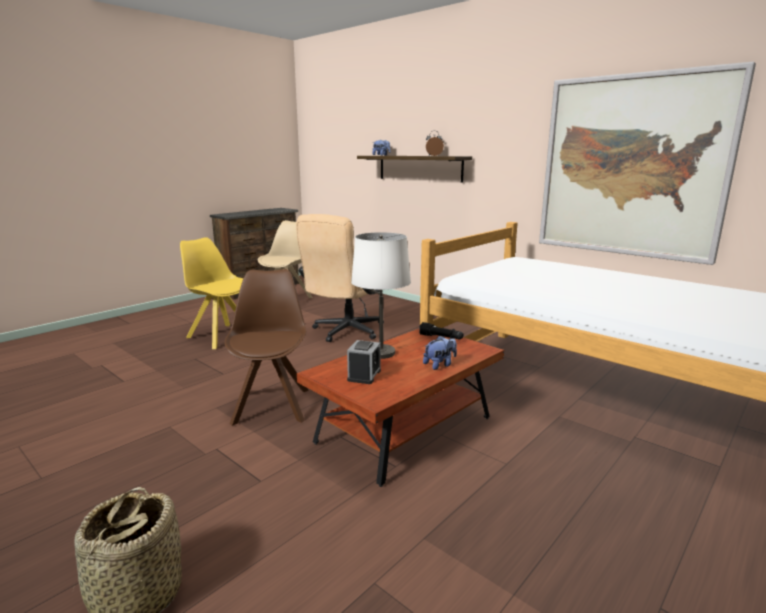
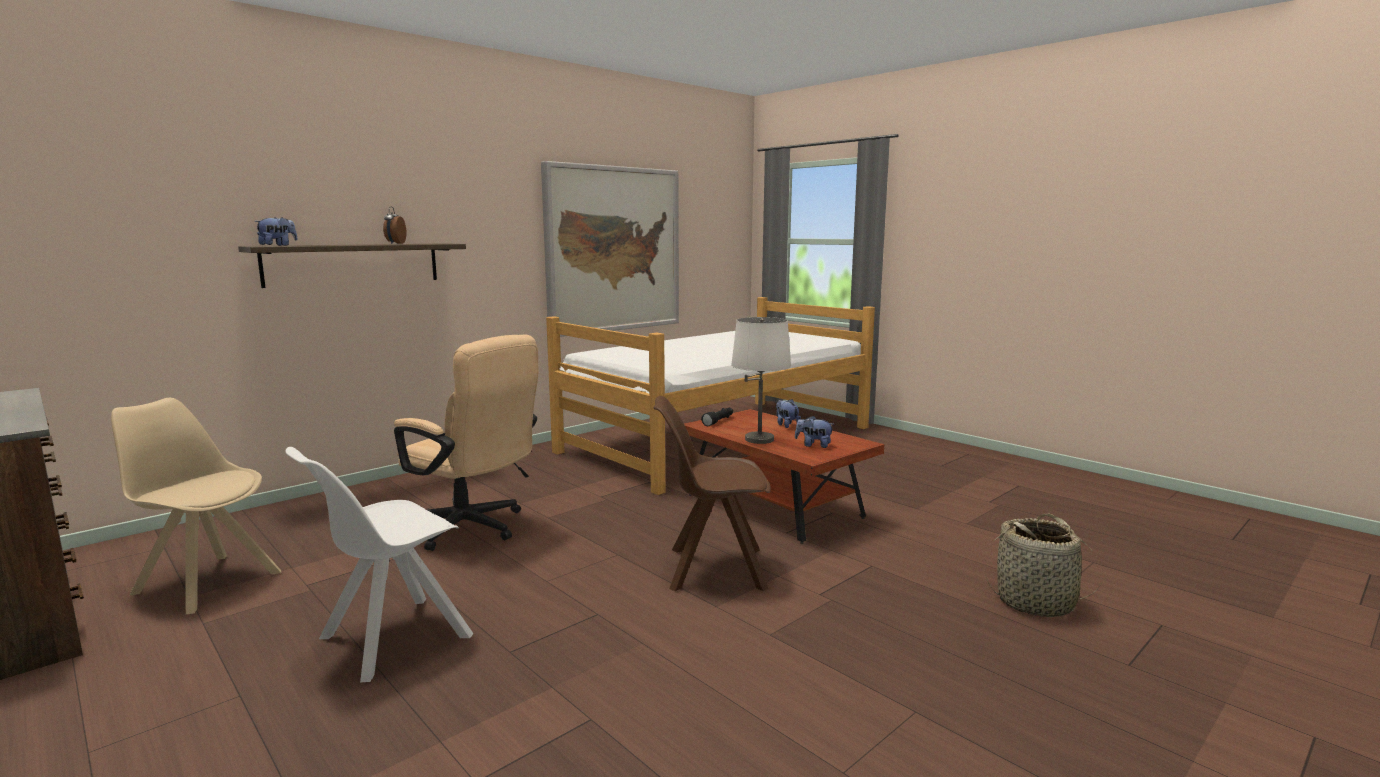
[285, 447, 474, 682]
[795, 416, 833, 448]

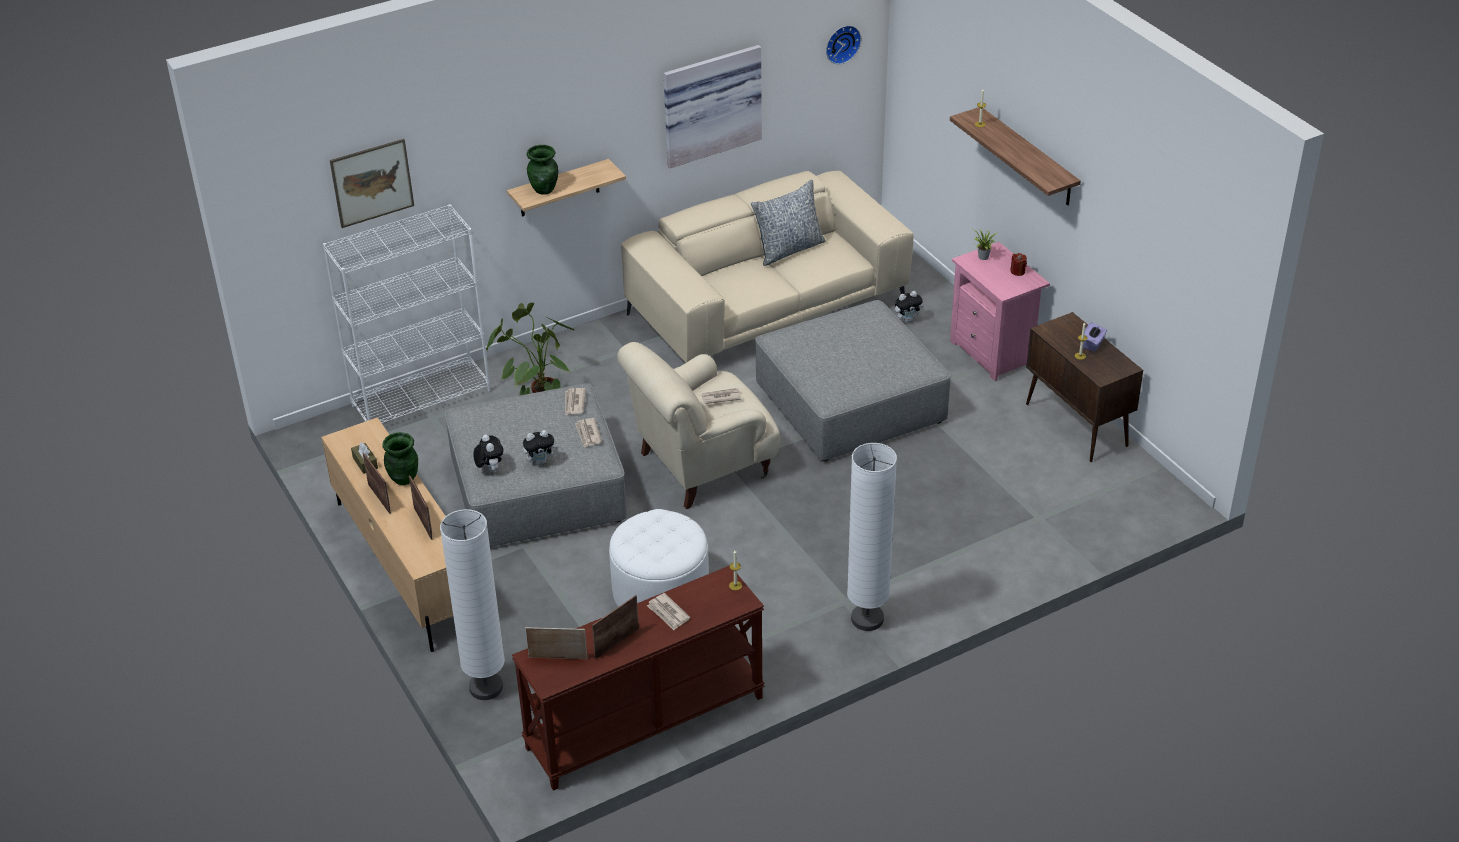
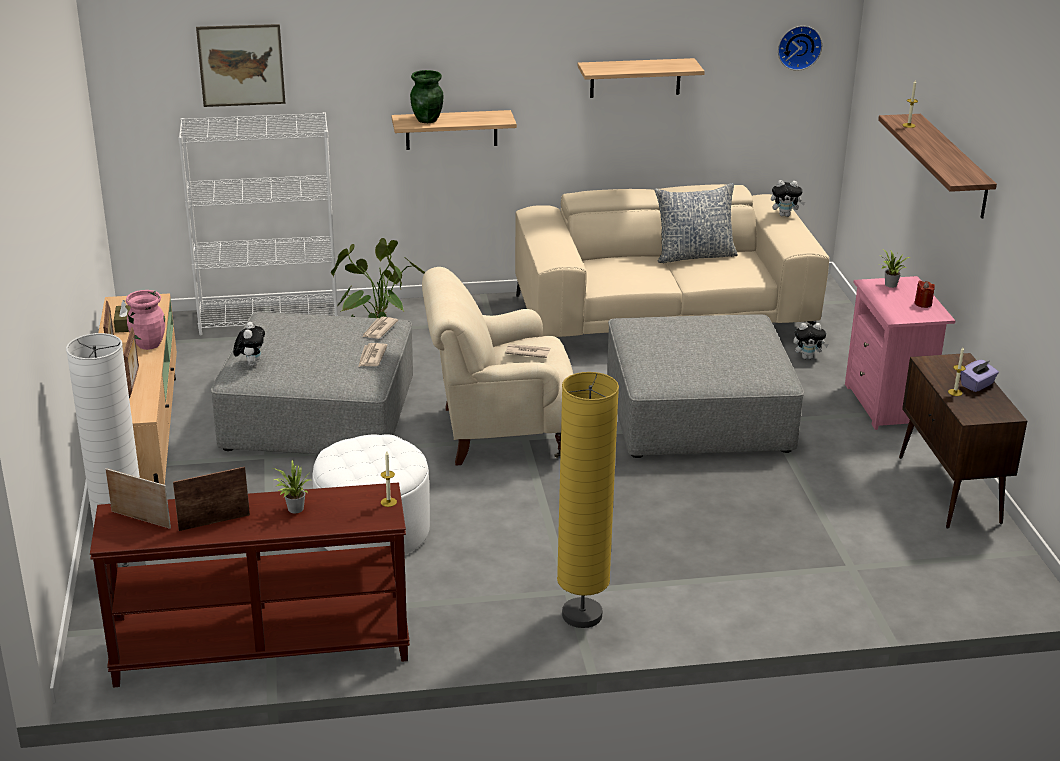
[577, 58, 705, 98]
[771, 180, 805, 217]
[126, 290, 165, 350]
[557, 372, 619, 628]
[273, 460, 310, 513]

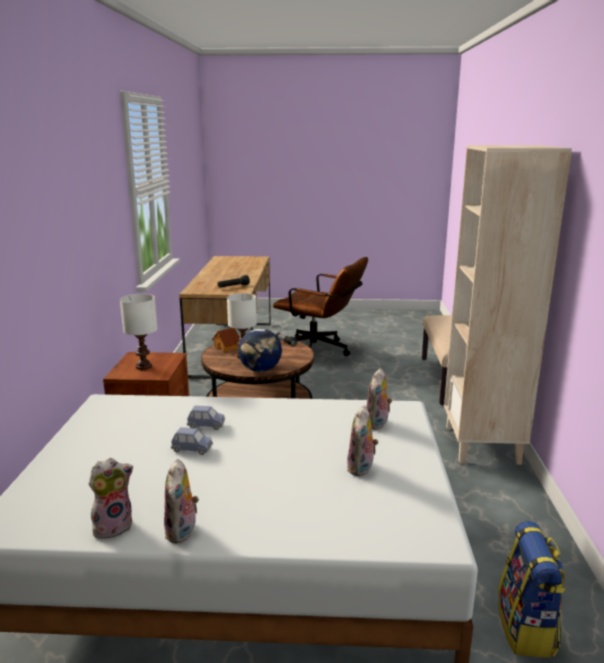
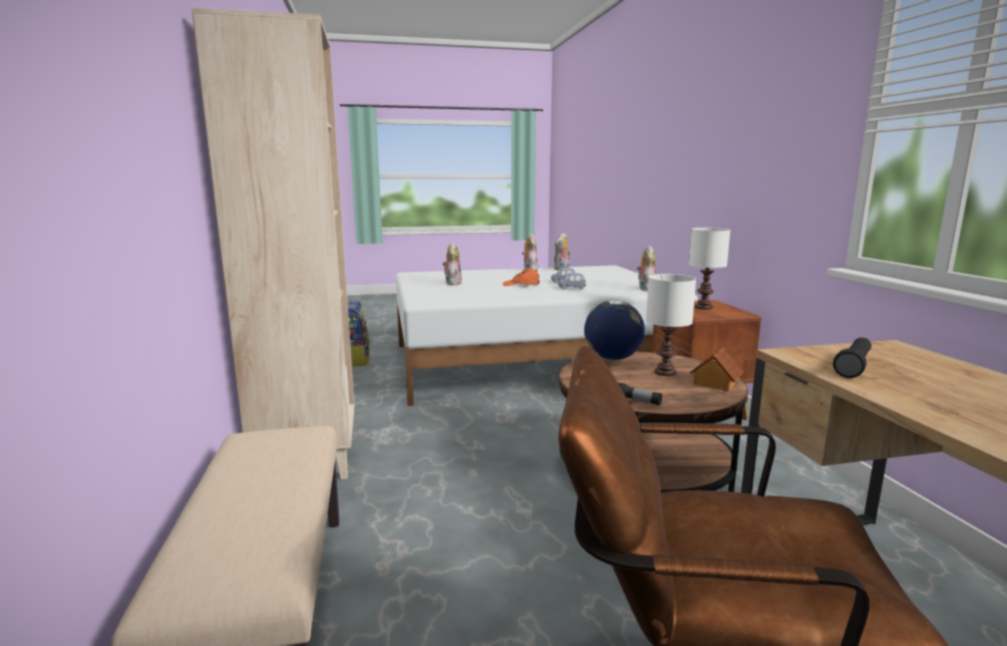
[637, 245, 656, 291]
[503, 268, 540, 286]

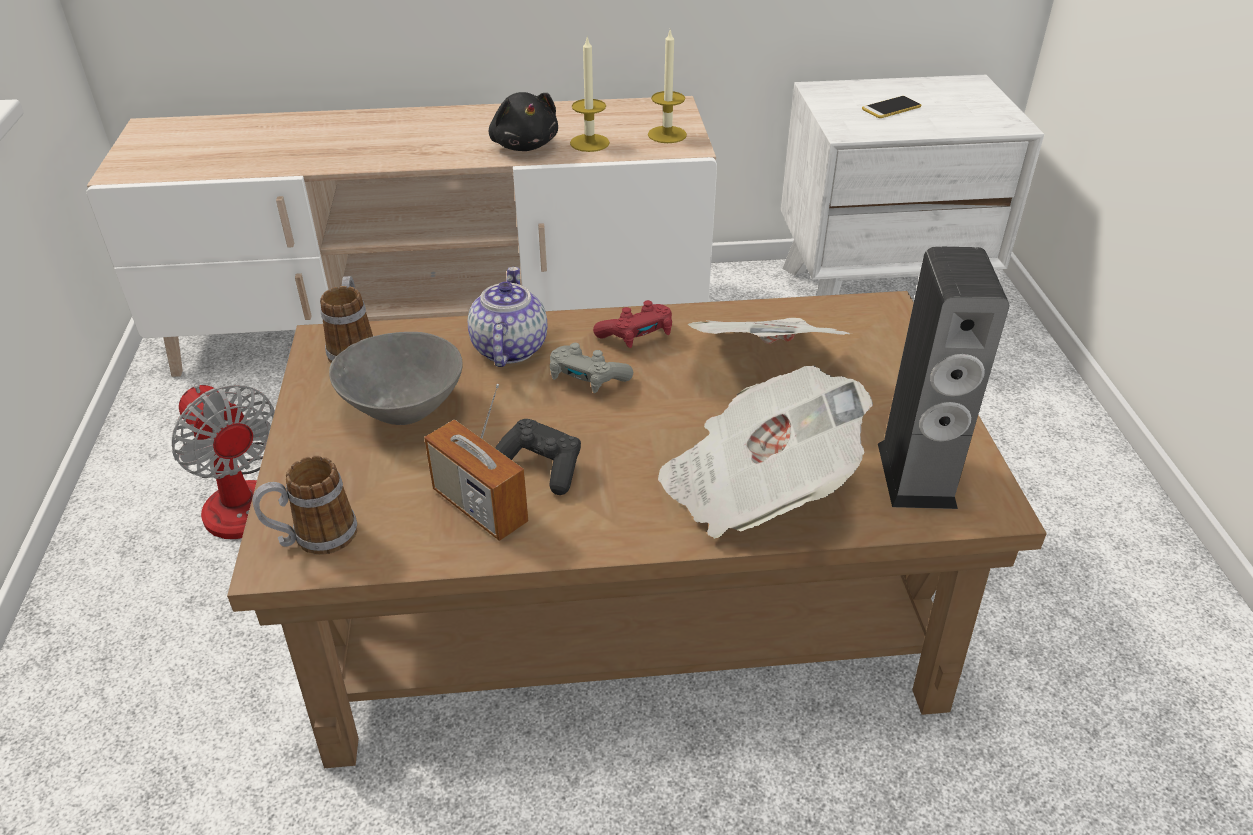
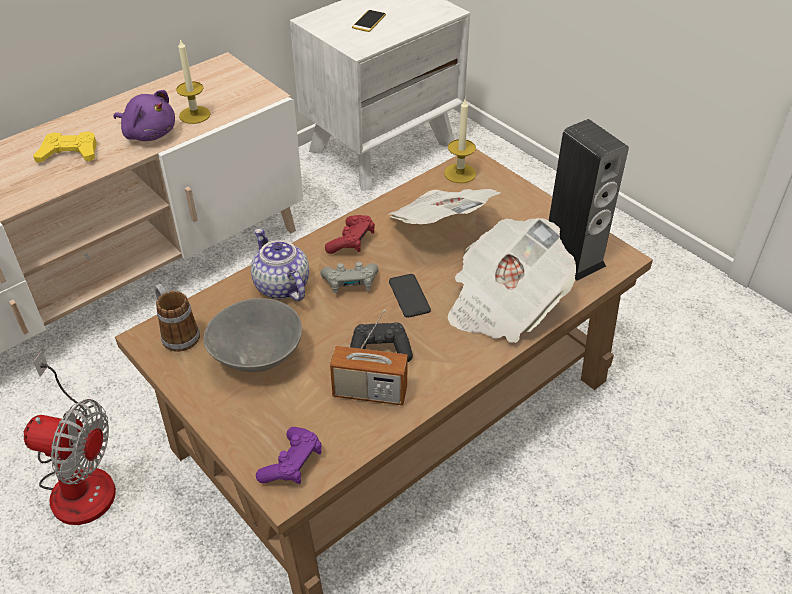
[444, 99, 476, 183]
[114, 90, 175, 141]
[256, 427, 322, 484]
[33, 132, 97, 163]
[389, 274, 431, 318]

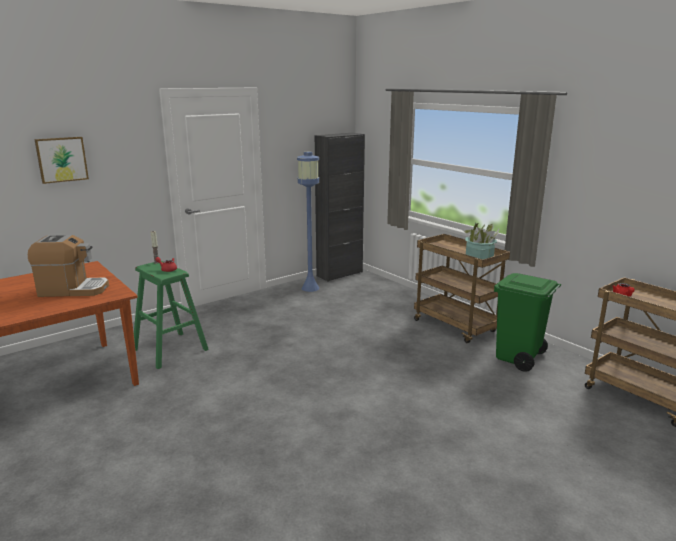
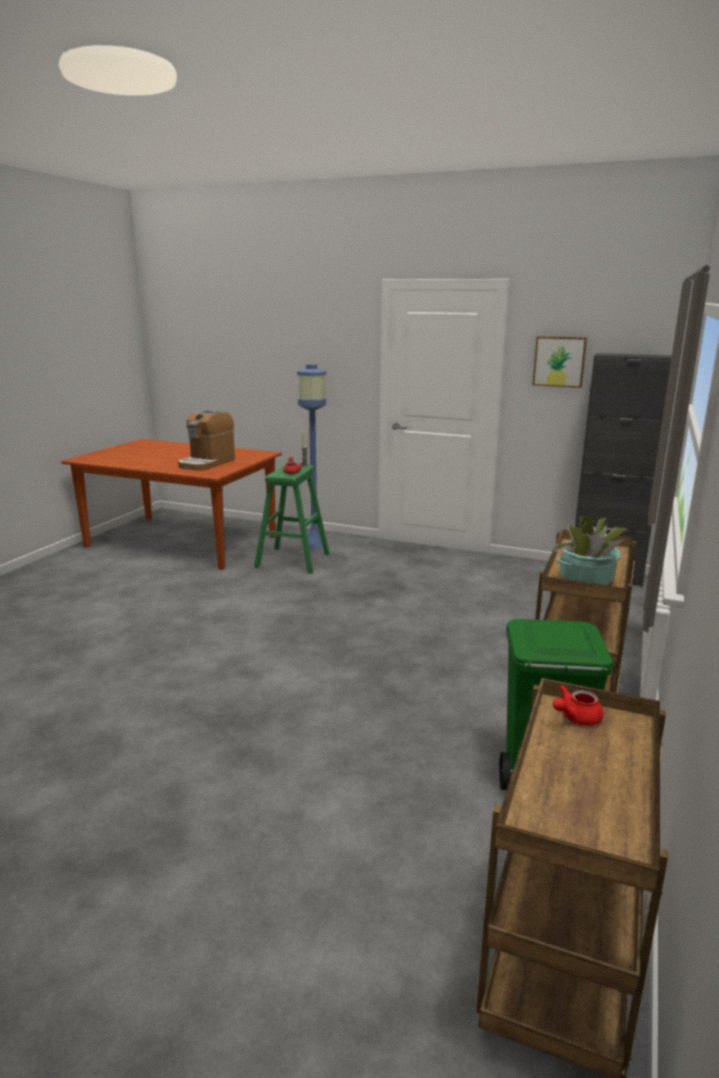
[533, 336, 587, 388]
[297, 364, 326, 549]
[178, 410, 235, 471]

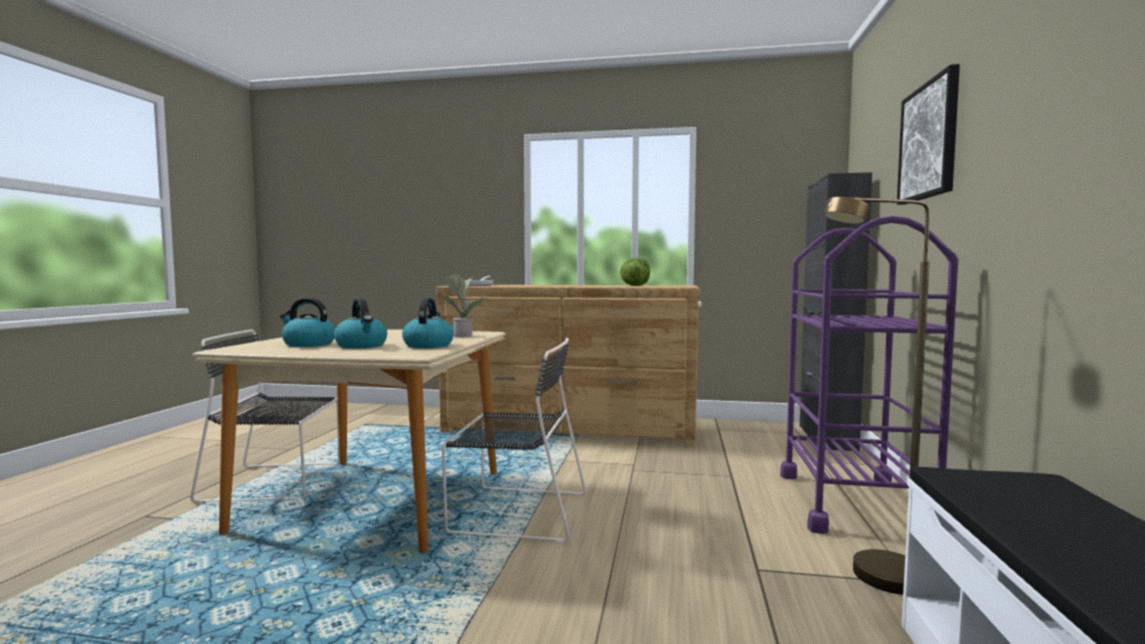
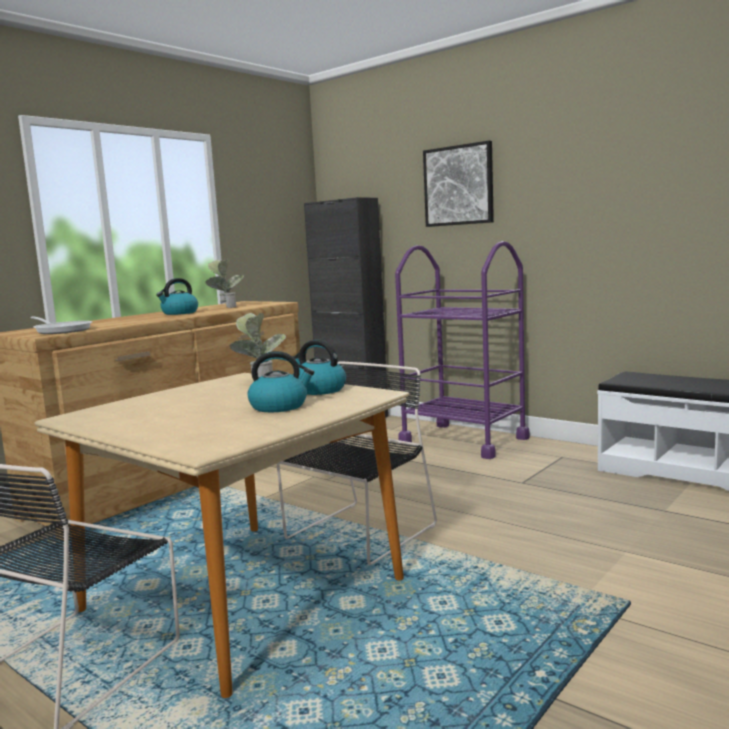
[824, 197, 930, 595] (first image)
[206, 258, 244, 308]
[156, 278, 198, 315]

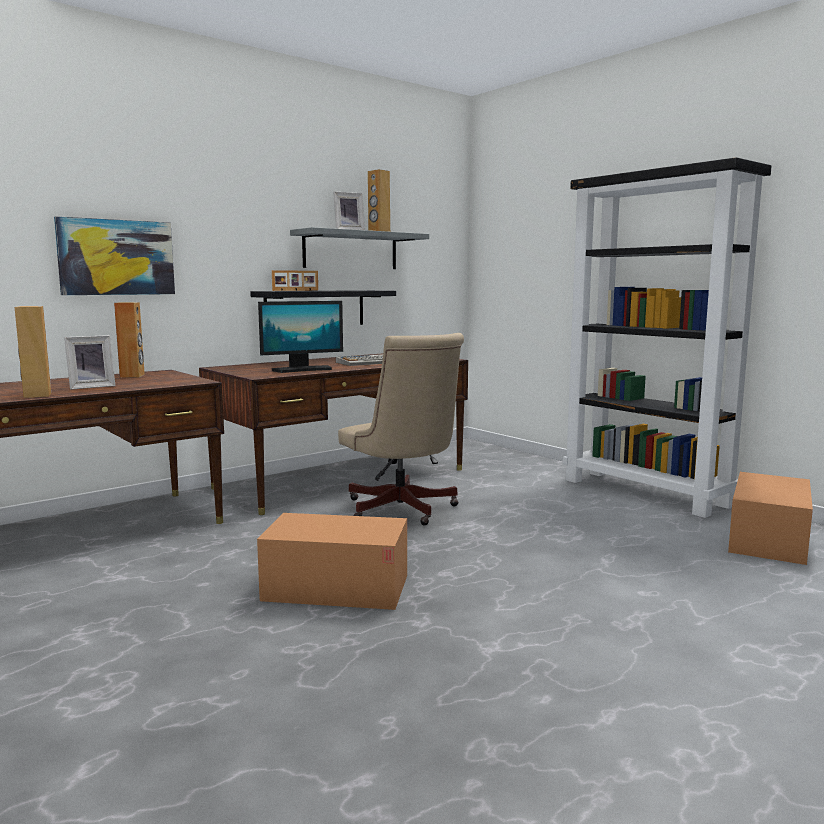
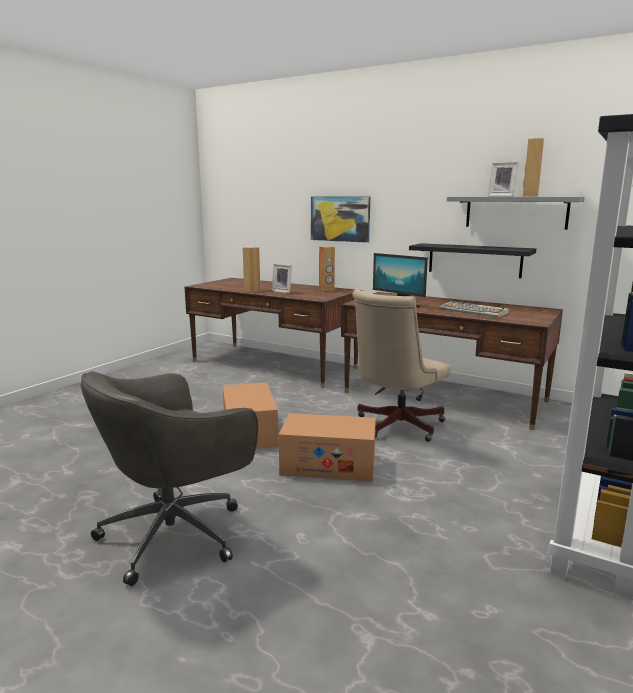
[272, 270, 318, 291] (first image)
[279, 413, 376, 482]
[81, 371, 258, 586]

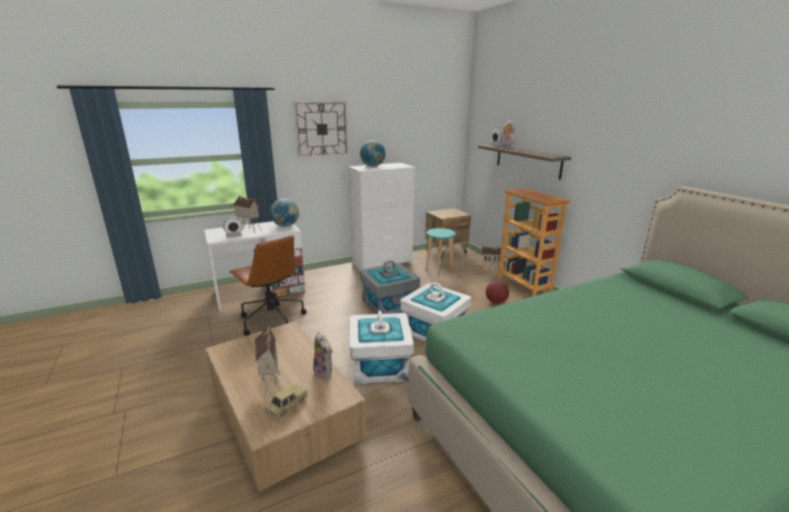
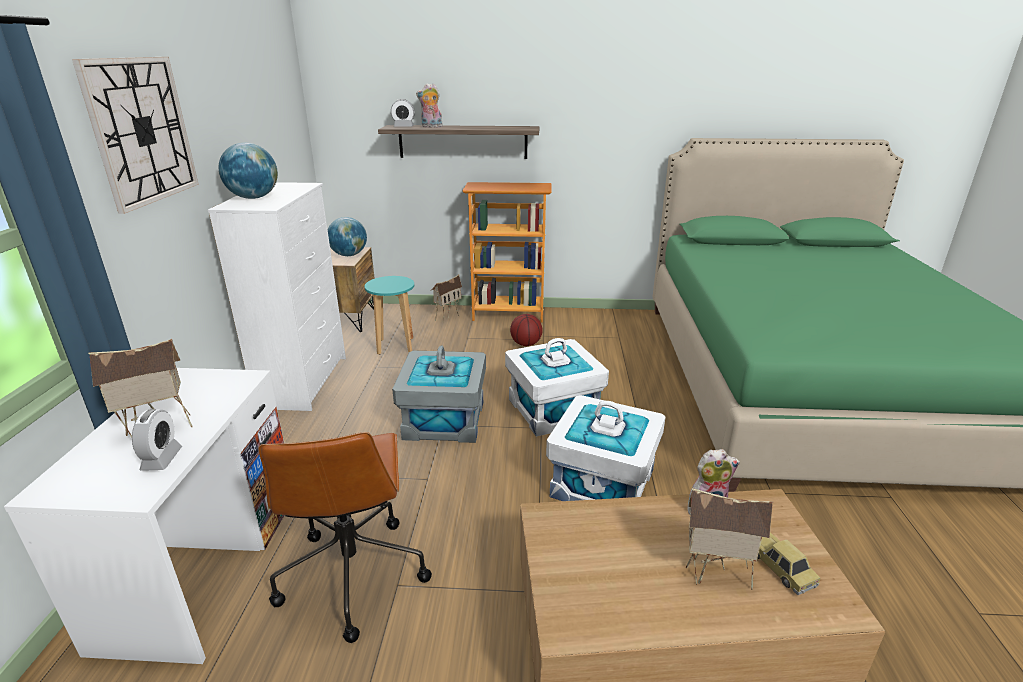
[328, 217, 367, 256]
[259, 432, 432, 643]

